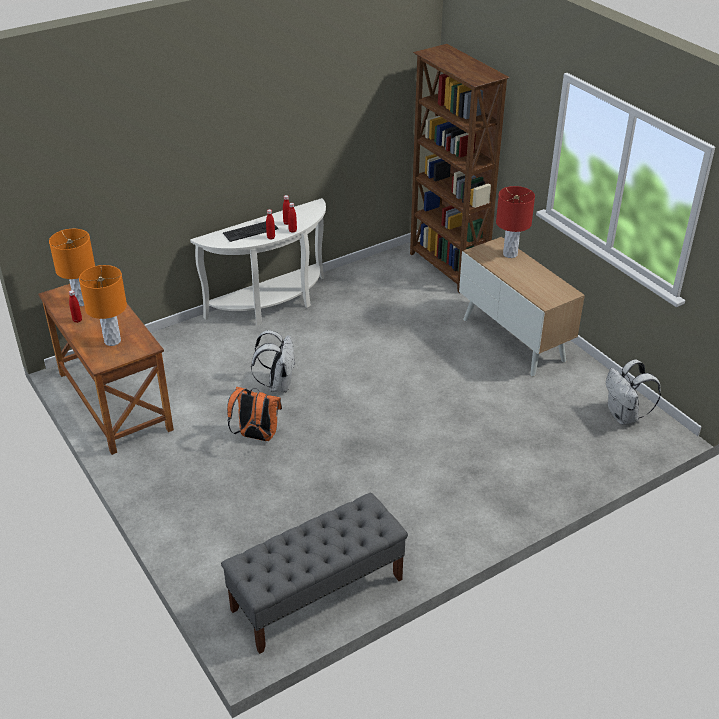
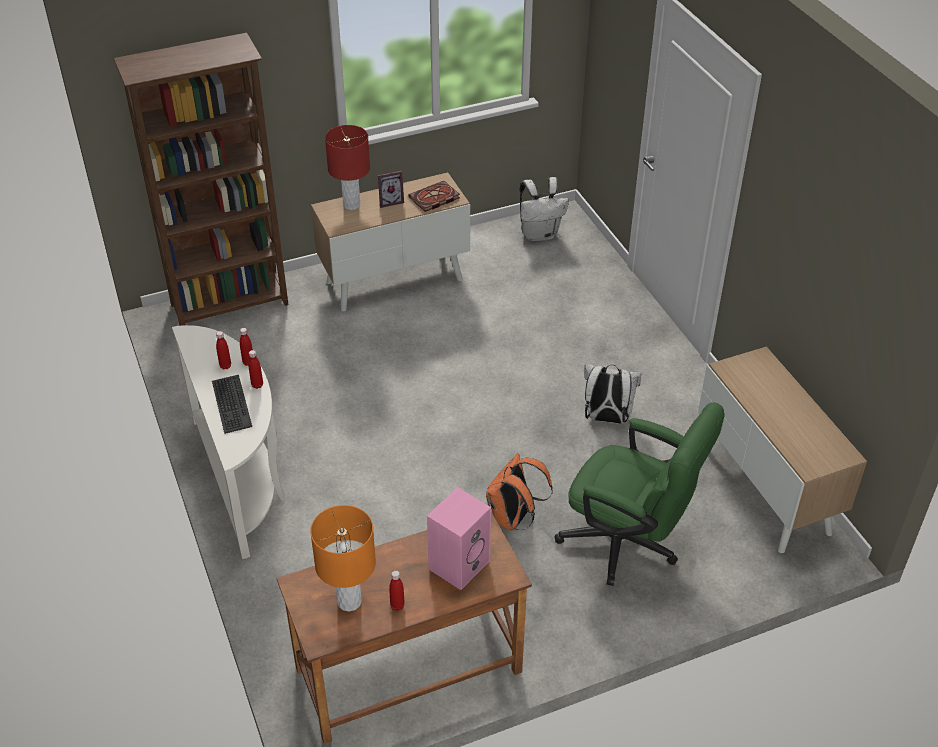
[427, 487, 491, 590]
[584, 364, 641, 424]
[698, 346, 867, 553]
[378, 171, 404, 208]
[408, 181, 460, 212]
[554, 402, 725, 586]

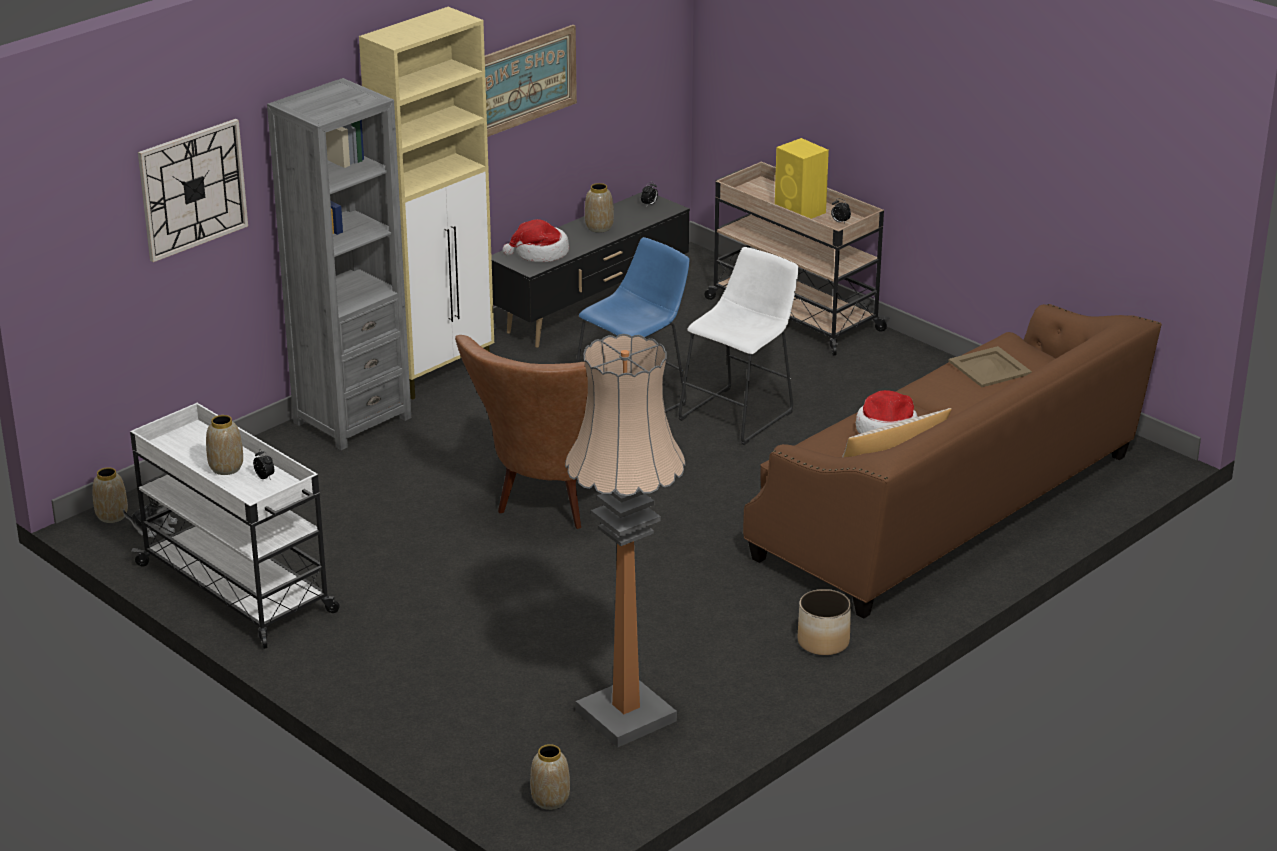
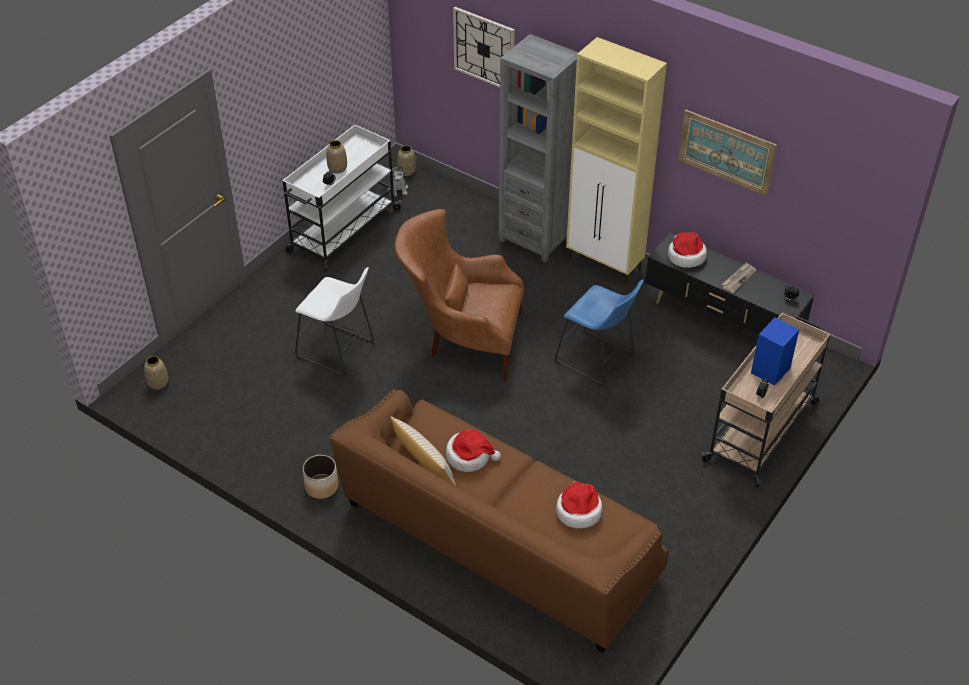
[751, 317, 799, 386]
[722, 262, 757, 293]
[295, 267, 374, 377]
[565, 334, 686, 747] (first image)
[556, 481, 602, 529]

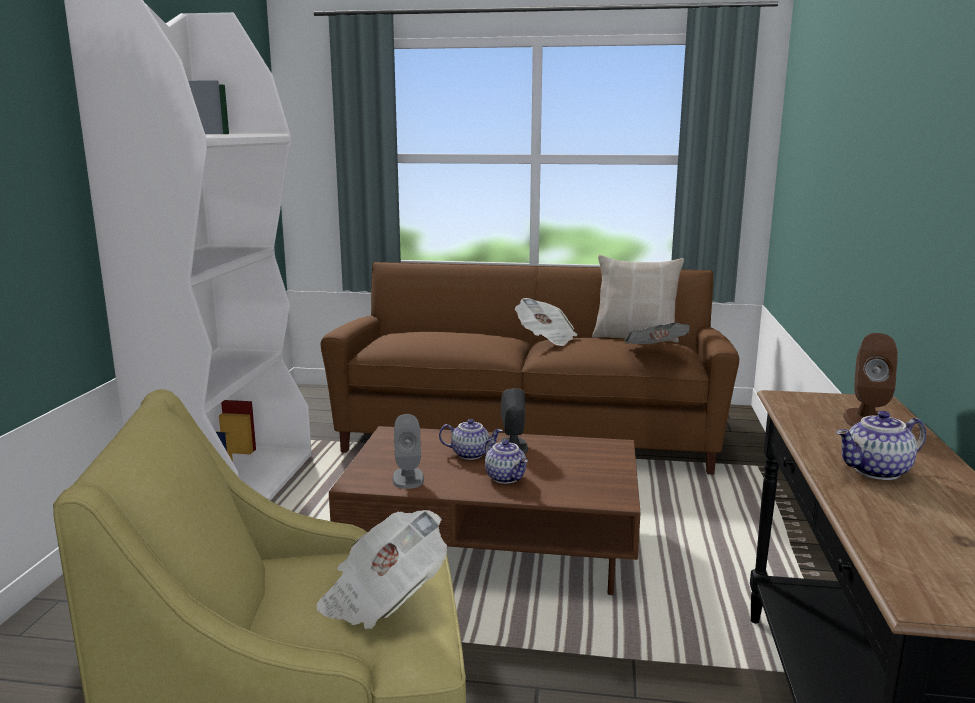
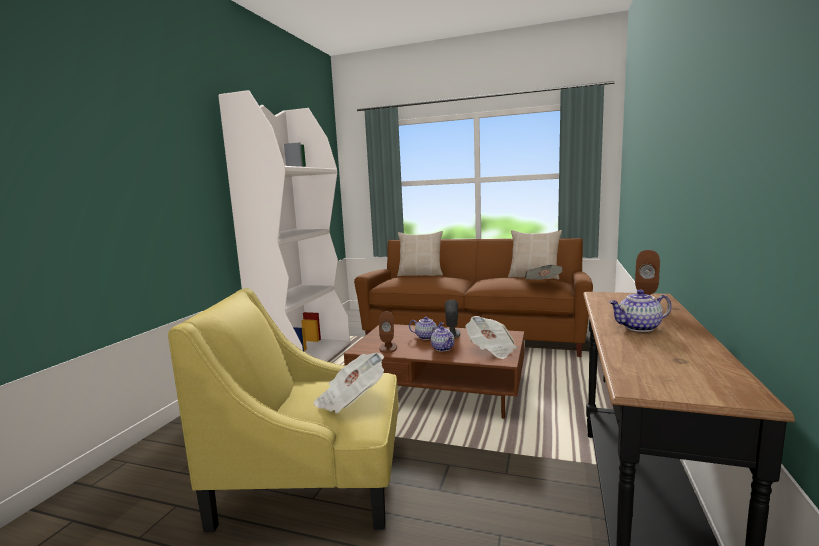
[465, 316, 517, 359]
[379, 311, 397, 353]
[397, 231, 443, 277]

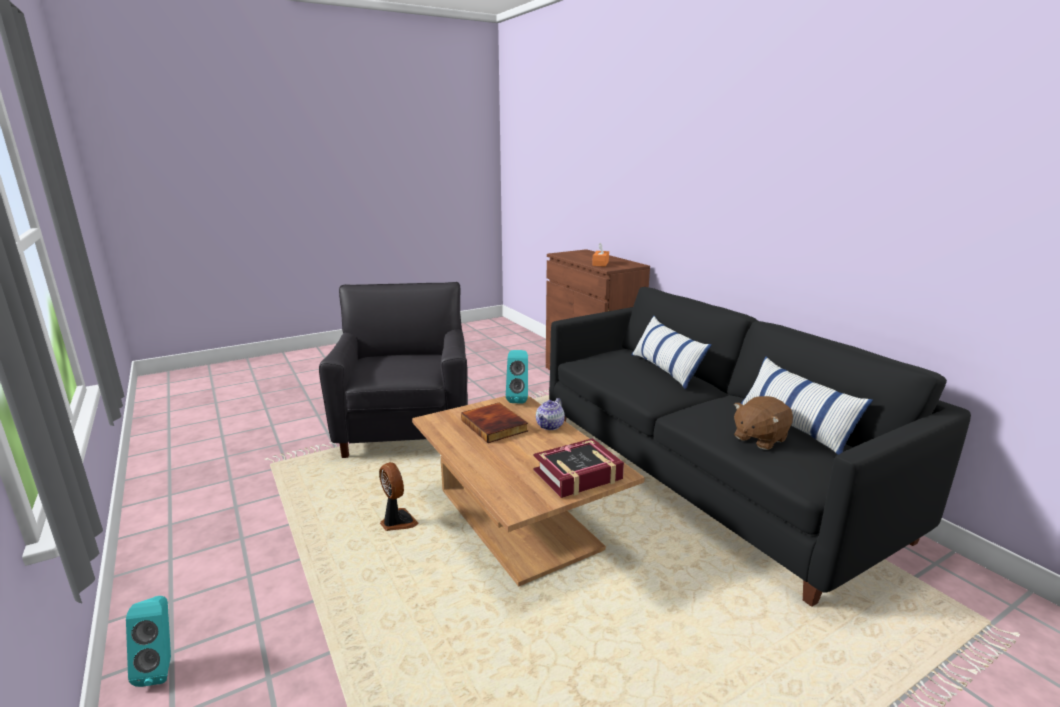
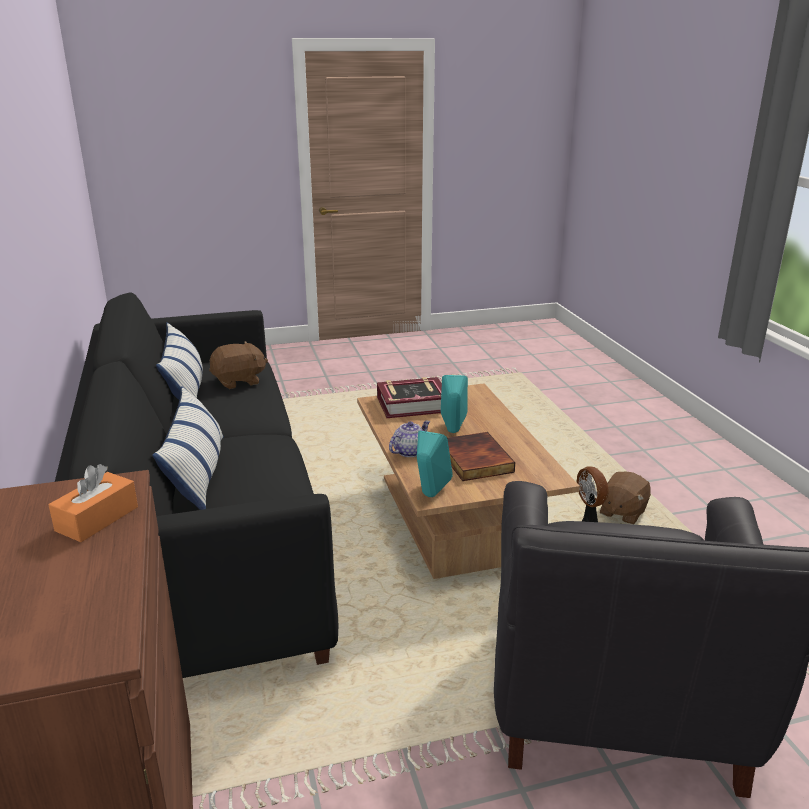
[441, 375, 468, 433]
[600, 472, 651, 524]

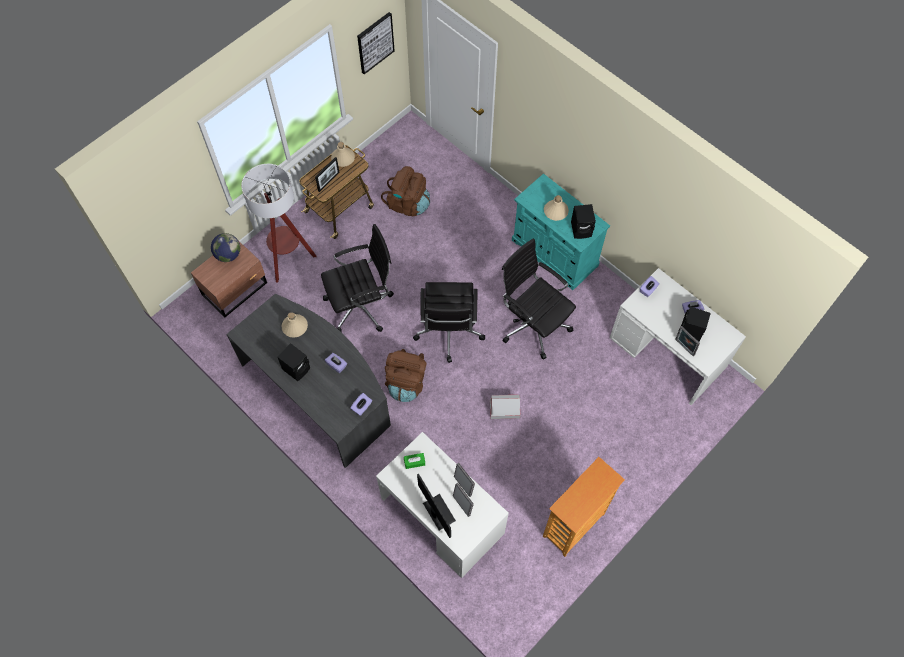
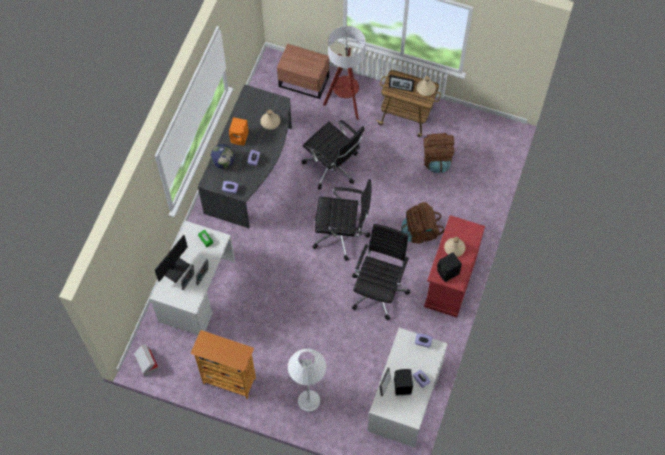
[357, 12, 395, 74] (first image)
[424, 215, 485, 318]
[211, 144, 235, 168]
[312, 179, 372, 261]
[229, 117, 249, 145]
[401, 202, 445, 244]
[134, 344, 159, 376]
[288, 349, 327, 412]

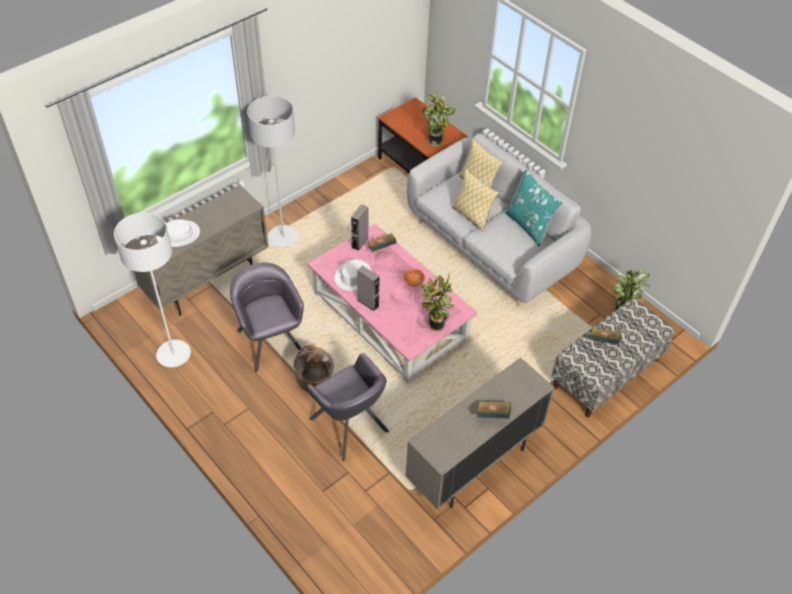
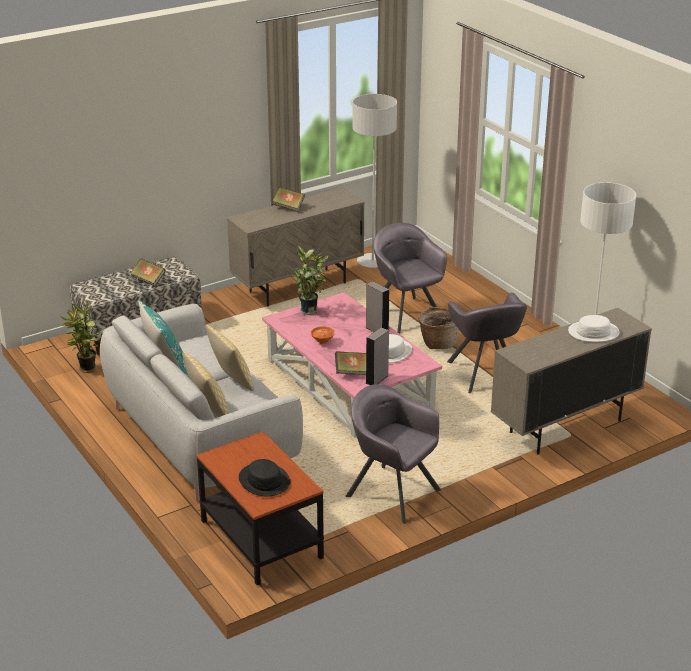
[422, 90, 456, 147] (first image)
[352, 94, 397, 268]
[345, 384, 441, 524]
[239, 459, 290, 496]

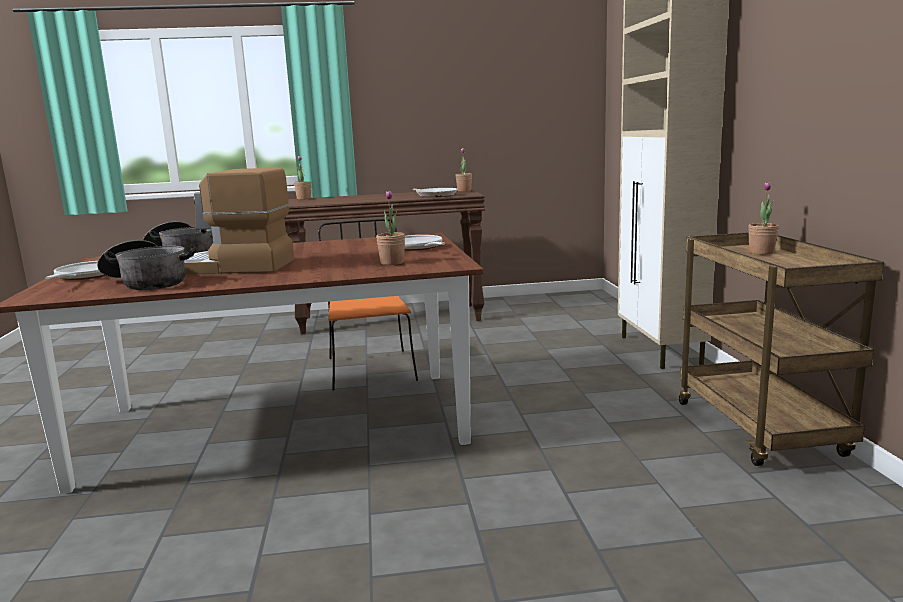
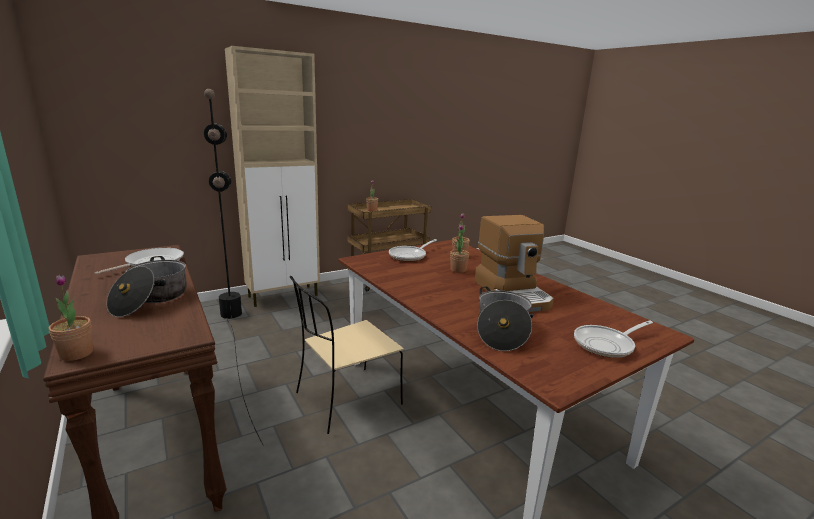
[450, 224, 469, 273]
[290, 276, 404, 434]
[106, 256, 187, 317]
[204, 89, 264, 446]

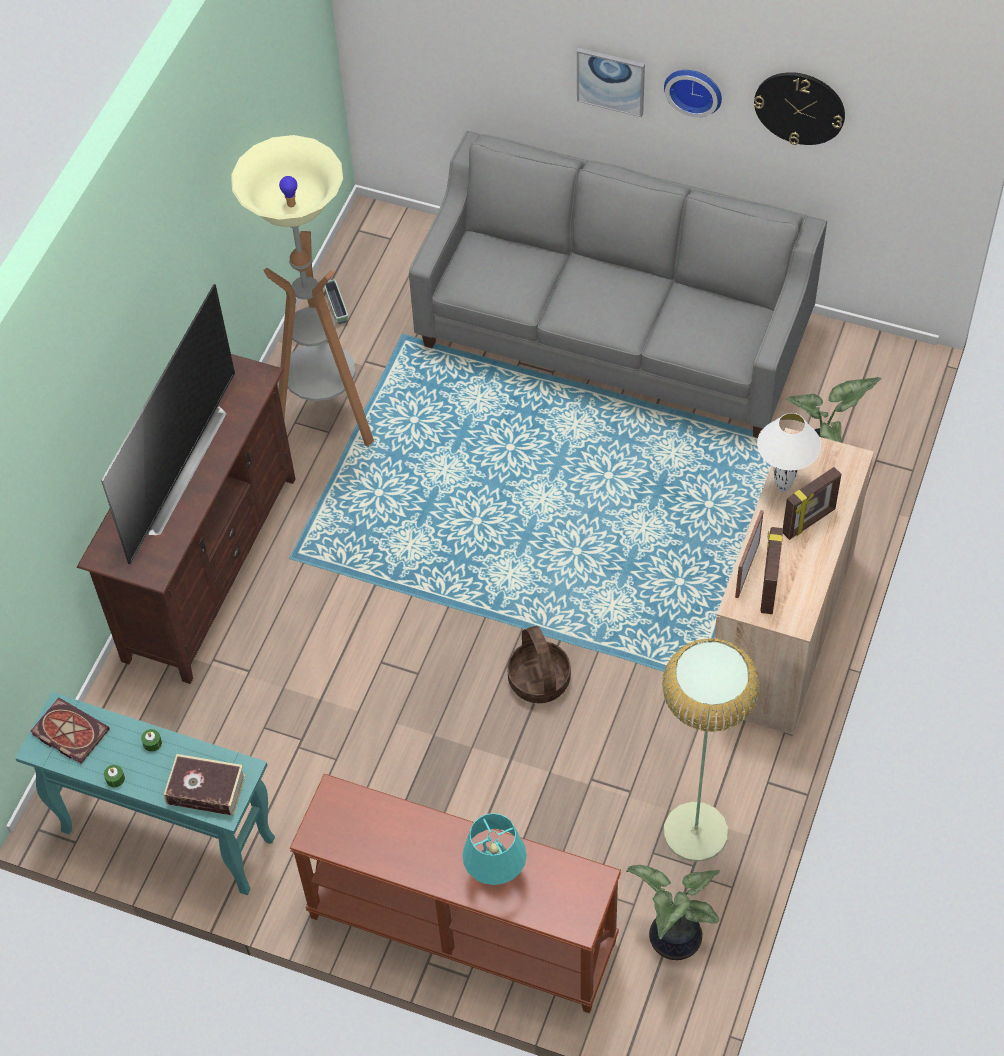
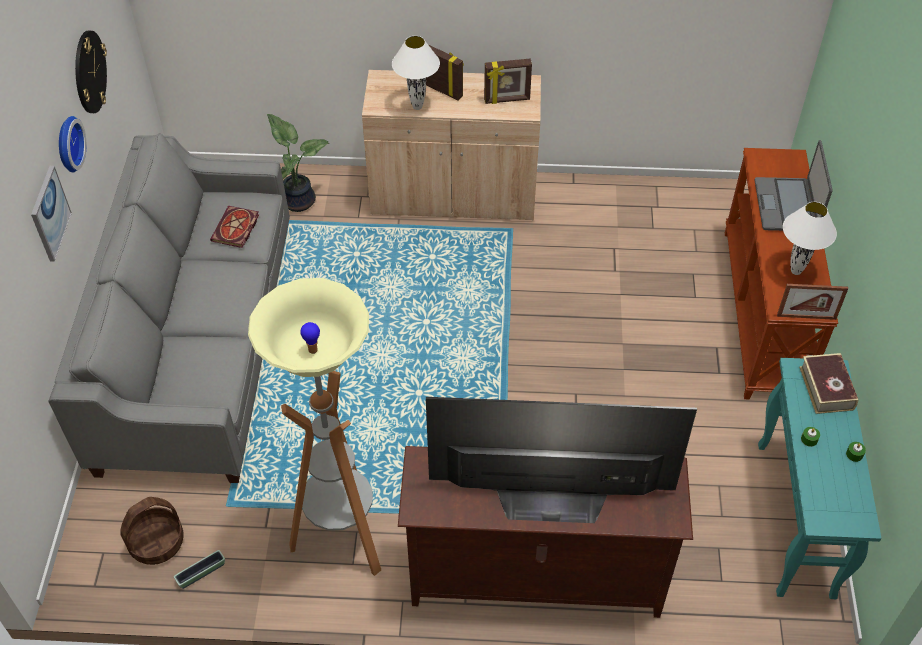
[777, 284, 848, 320]
[120, 497, 184, 565]
[662, 638, 760, 862] (first image)
[210, 206, 259, 248]
[754, 140, 832, 231]
[626, 865, 720, 960] (first image)
[783, 202, 837, 275]

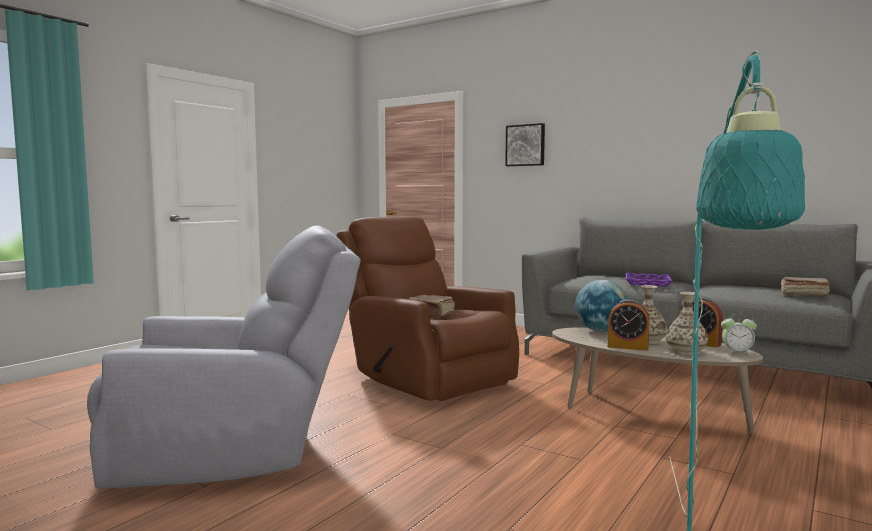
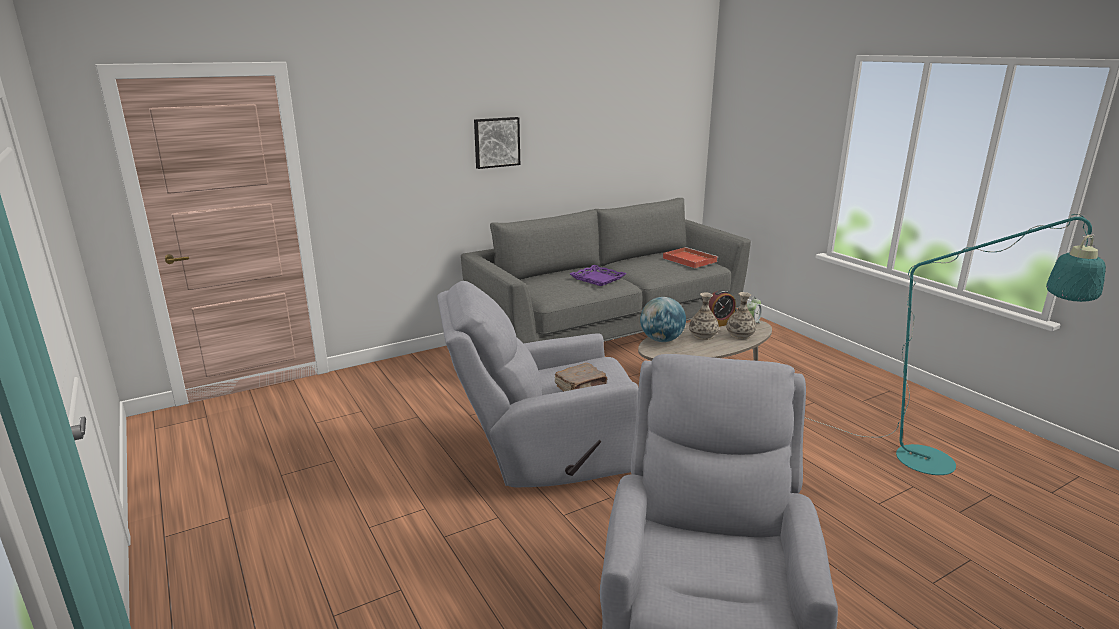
[474, 117, 520, 169]
[437, 281, 638, 487]
[663, 247, 718, 268]
[608, 299, 650, 351] (first image)

